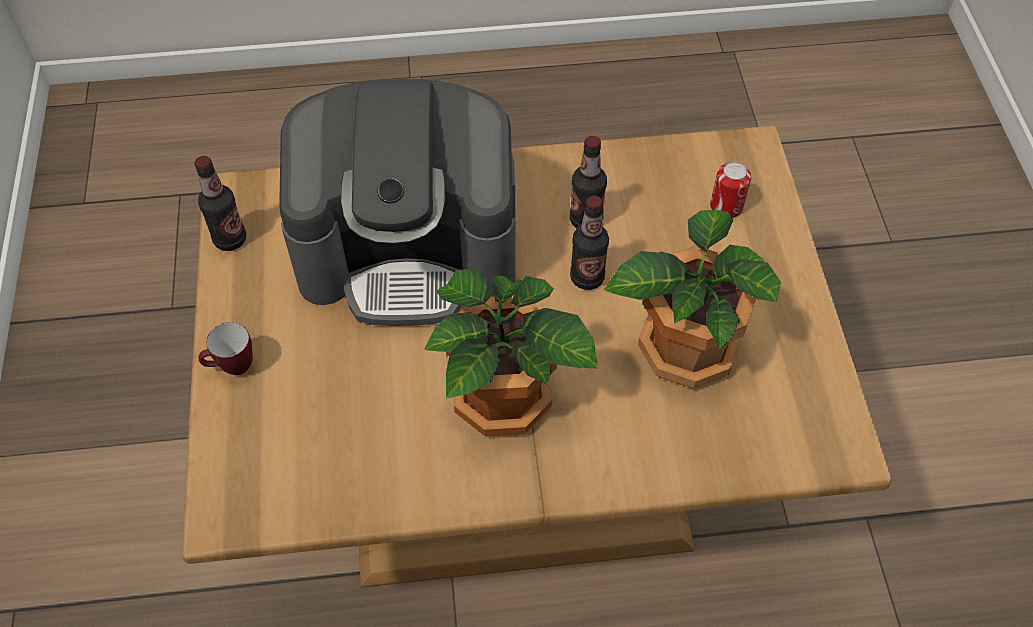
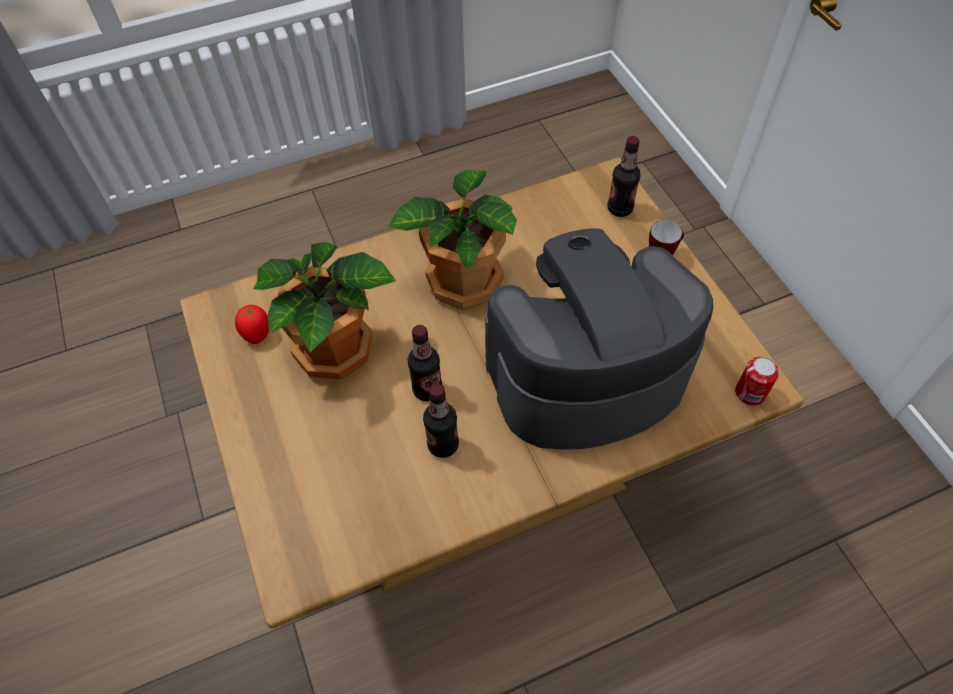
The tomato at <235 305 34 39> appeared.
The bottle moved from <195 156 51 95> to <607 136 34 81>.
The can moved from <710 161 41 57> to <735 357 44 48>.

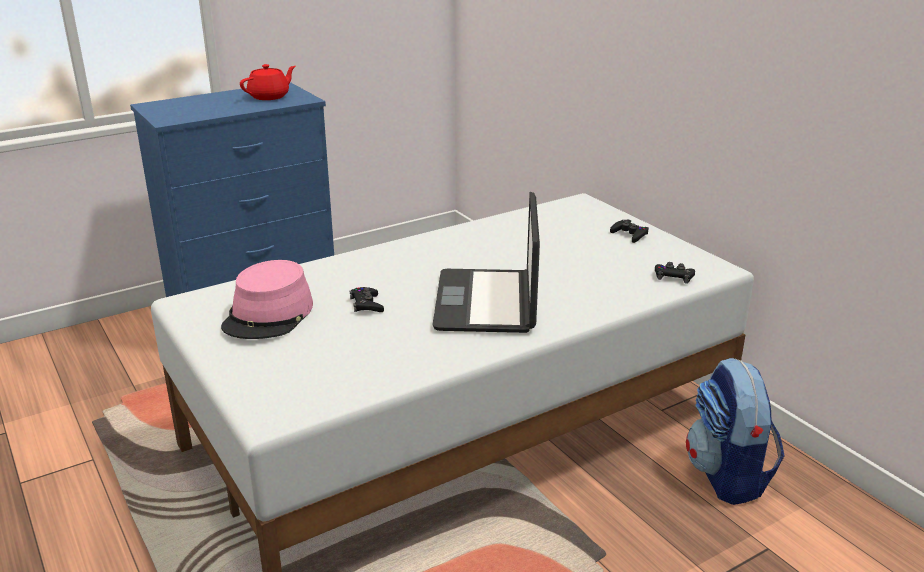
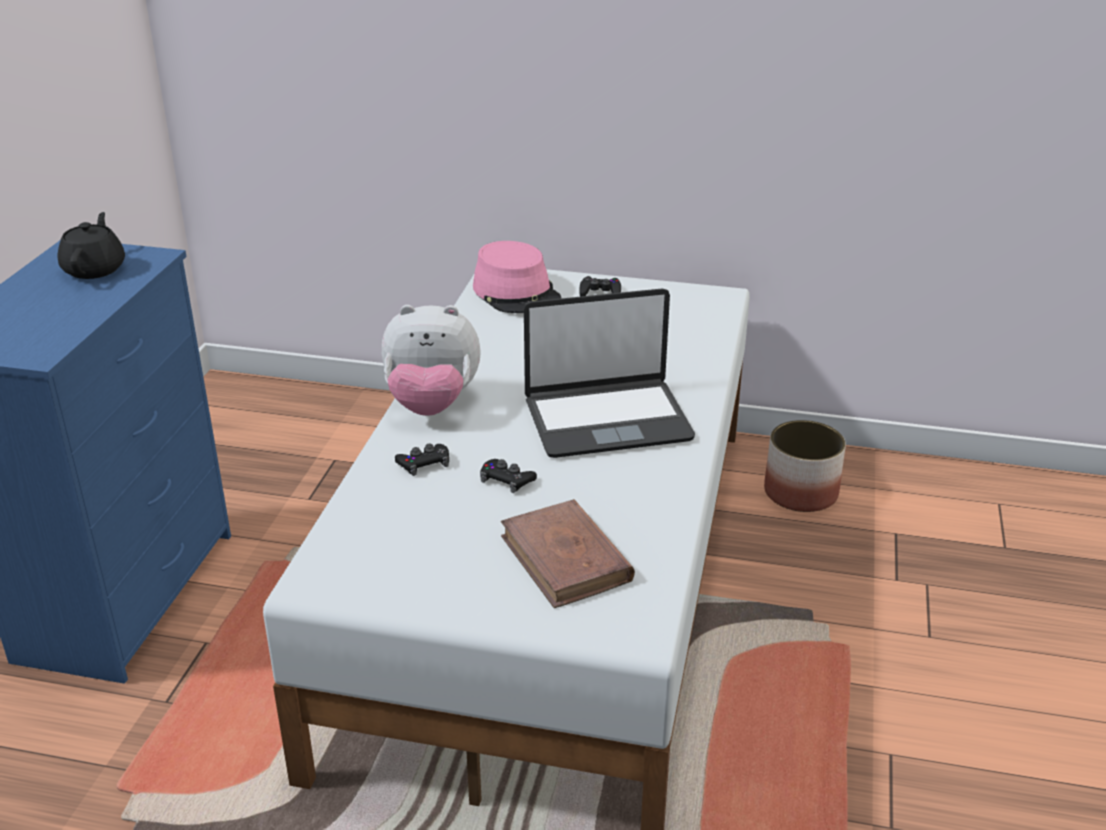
The red teapot at <240 64 56 36> became the black teapot at <58 212 67 67>.
The plush toy at <382 305 99 111> appeared.
The black game controller moved from <655 262 40 22> to <395 444 54 32>.
The pink hat moved from <221 260 92 79> to <473 241 88 72>.
The brown book at <501 499 134 109> appeared.
The laptop at <433 192 107 141> turned 60 degrees counterclockwise.
The backpack at <686 358 99 147> was replaced by the planter at <764 420 82 92>.

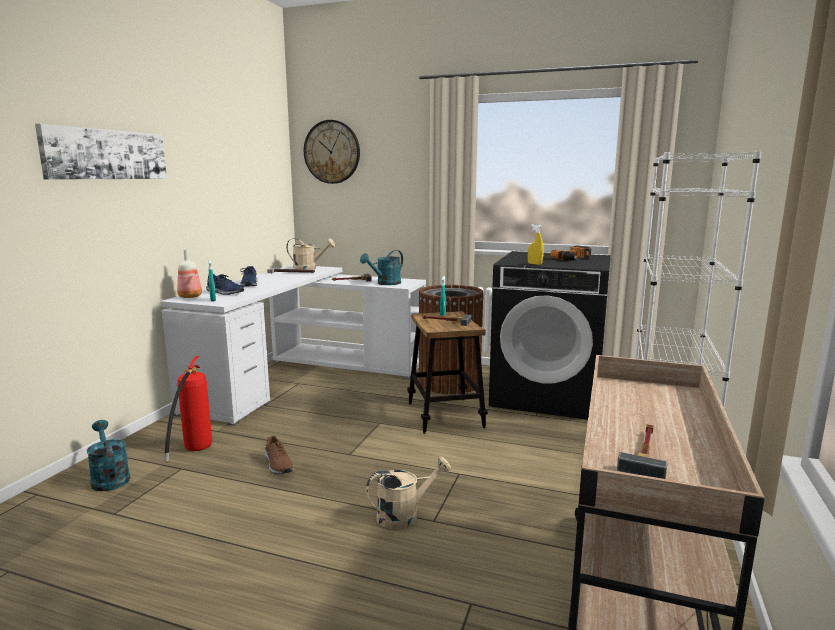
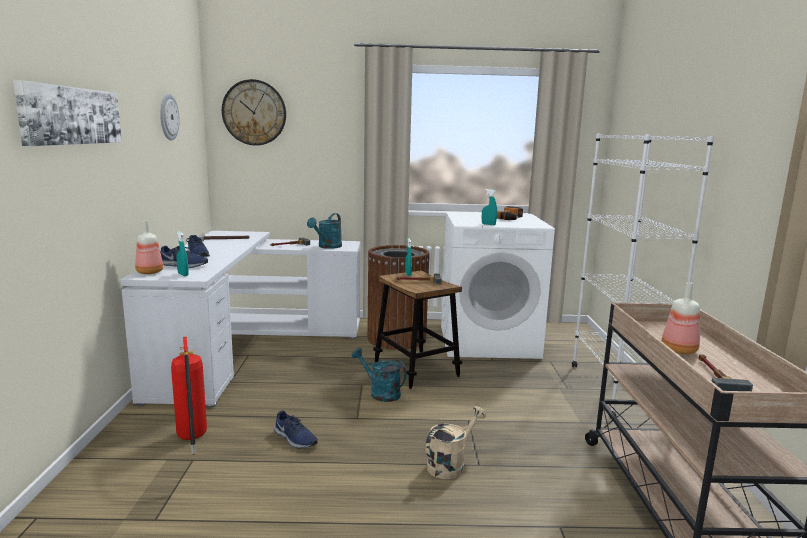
The wall clock at <160 94 20 47> appeared.
The brown shoe at <265 436 29 38> became the blue shoe at <274 411 44 37>.
The turquoise watering can moved from <87 420 43 71> to <352 348 55 54>.
The black washing machine at <489 251 122 169> became the white washing machine at <441 212 114 147>.
The yellow spray bottle at <528 224 16 41> became the turquoise spray bottle at <482 189 15 36>.
The bottle at <661 282 39 72> appeared.
The beige watering can at <286 238 49 32> disappeared.

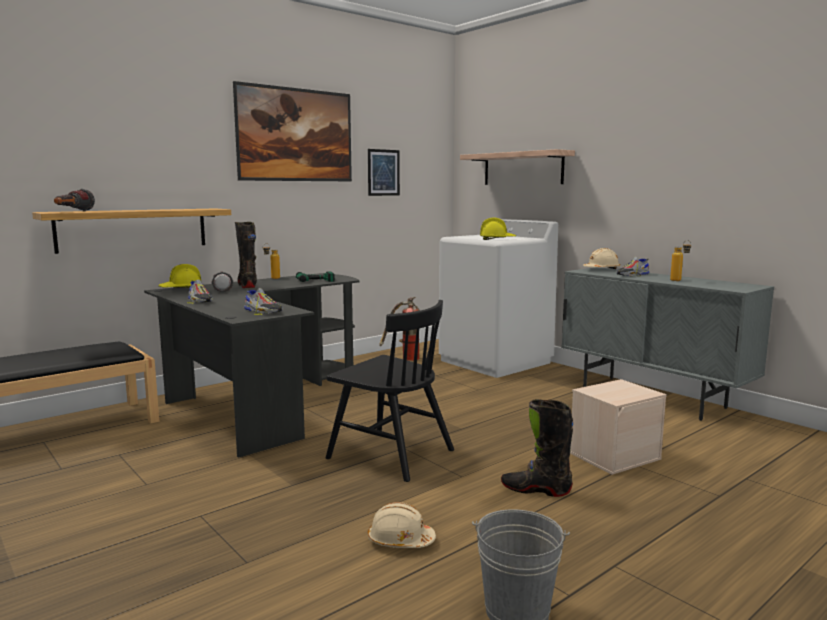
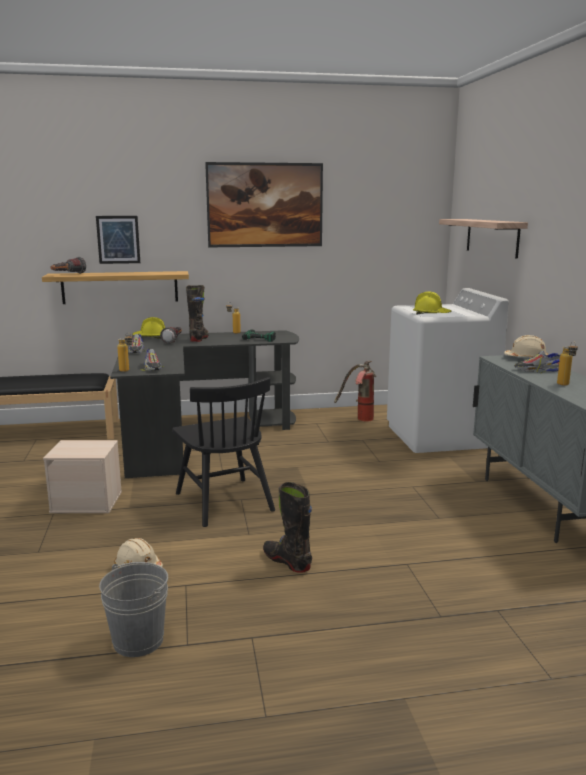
The beige storage box moved from <570 379 97 96> to <43 440 79 73>.
The picture moved from <368 149 32 47> to <96 216 44 48>.
The bottle at <117 333 16 39> appeared.

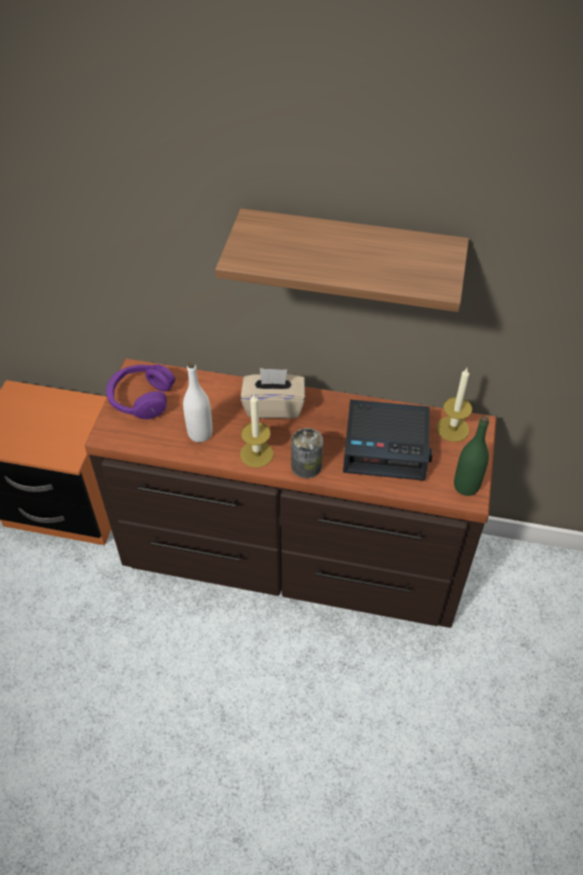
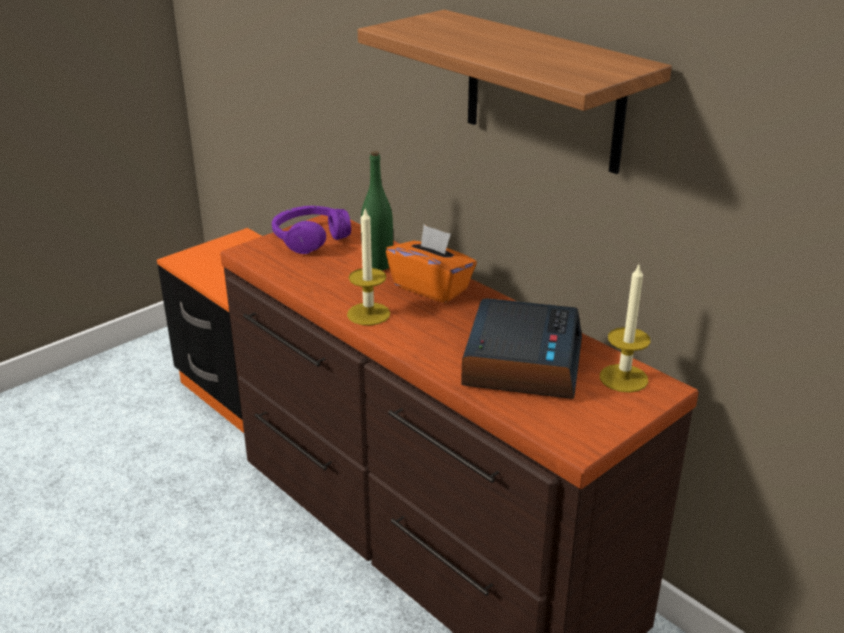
The green bottle moved from <454 416 35 80> to <361 151 32 120>.
The beige tissue box at <240 368 65 51> became the orange tissue box at <386 224 91 79>.
The alarm clock at <343 400 90 81> turned 120 degrees counterclockwise.
The white bottle at <183 362 30 80> disappeared.
The can at <291 428 32 50> disappeared.

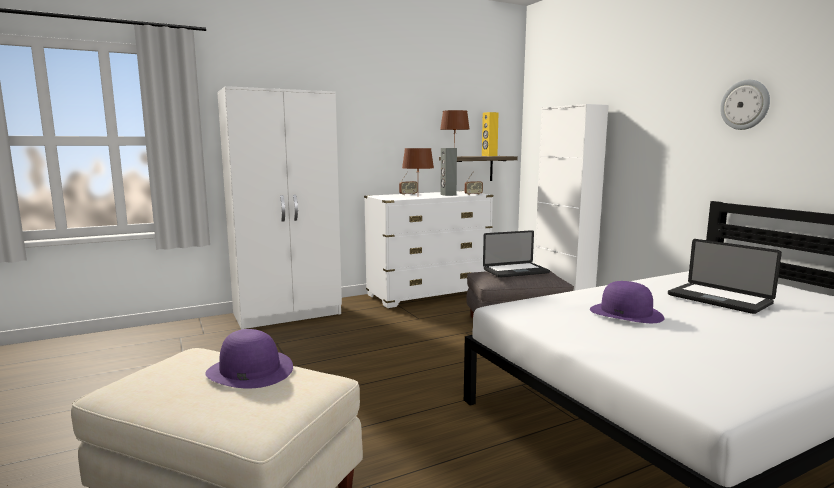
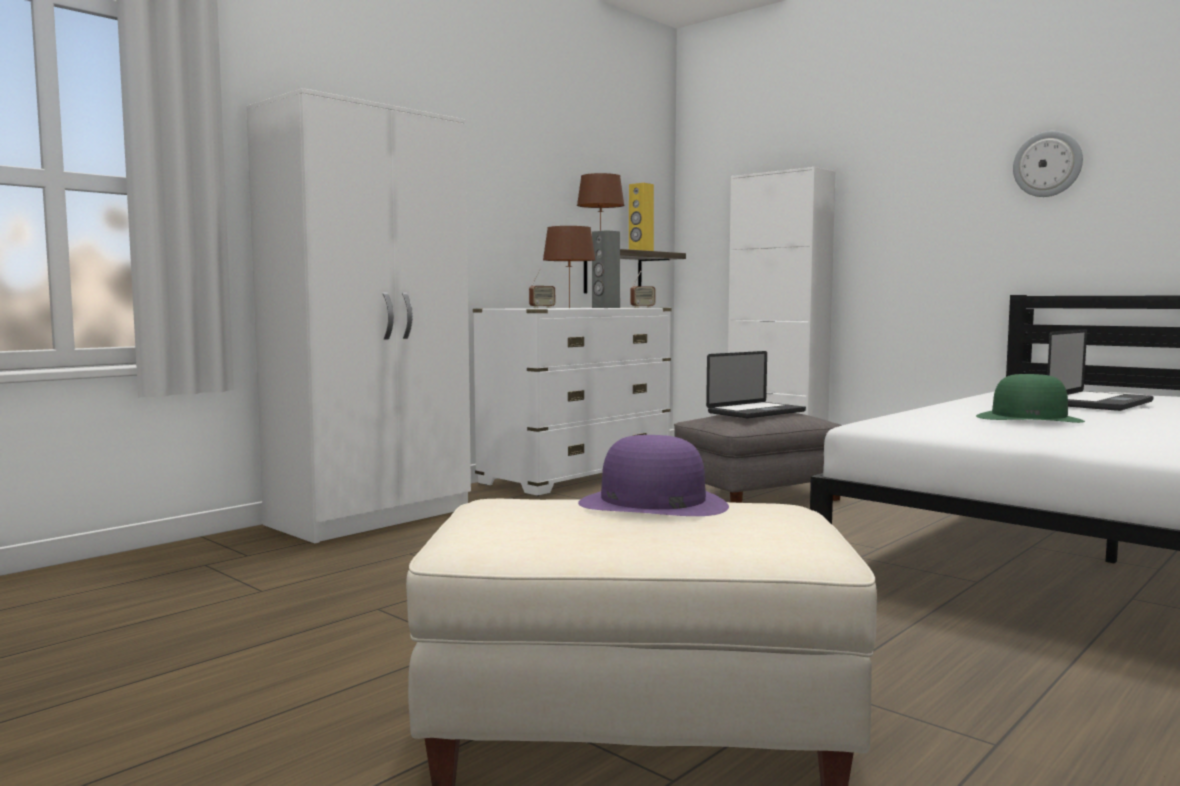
The purple hat at <590 281 74 42> became the green hat at <976 374 109 49>.
The laptop at <668 239 114 75> turned 75 degrees counterclockwise.

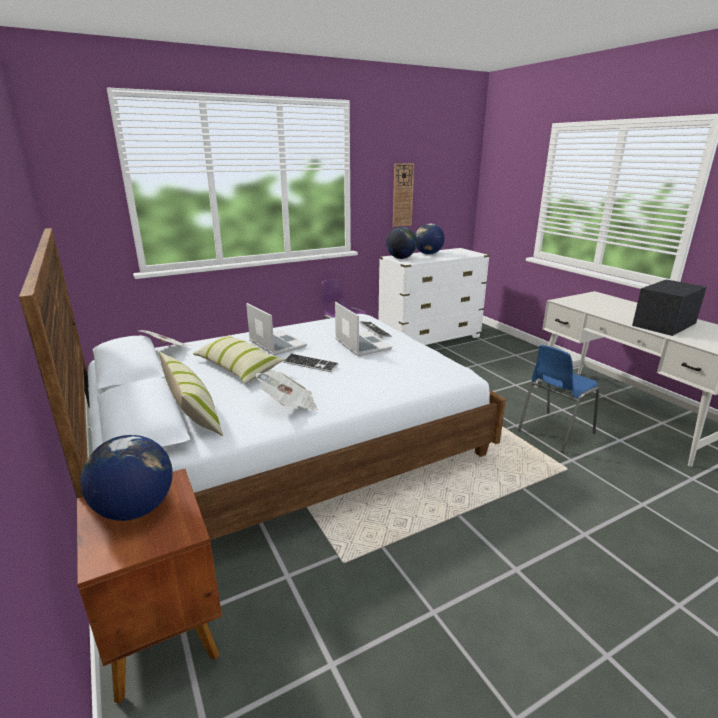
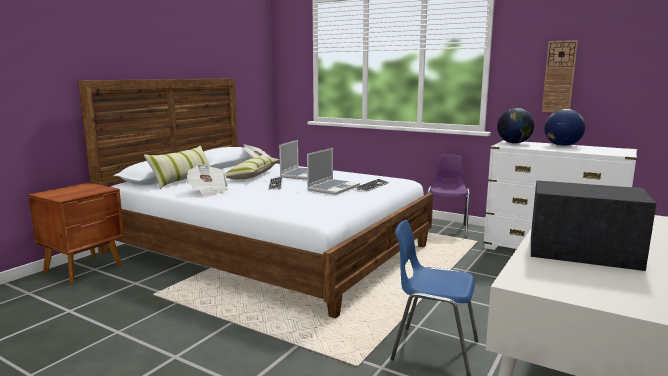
The globe at <80 435 92 86> disappeared.

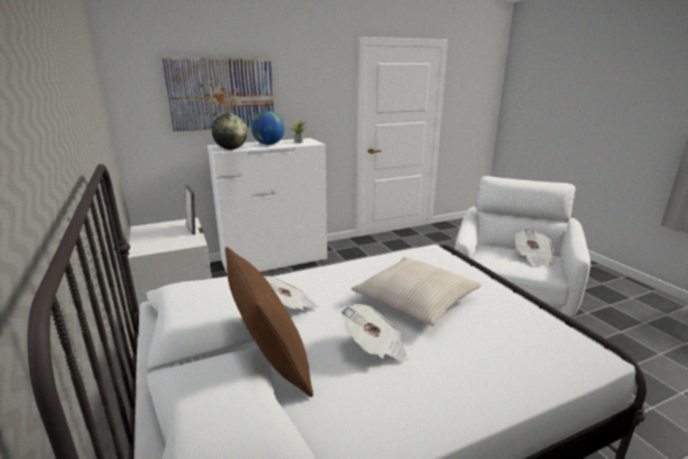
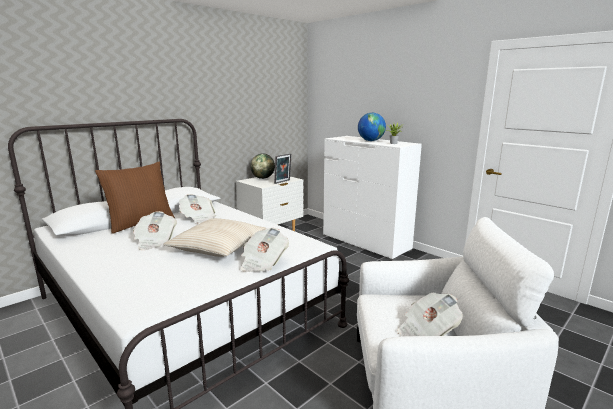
The newspaper at <241 228 48 44> appeared.
The globe moved from <212 113 35 37> to <250 154 25 25>.
The picture at <161 57 113 75> disappeared.

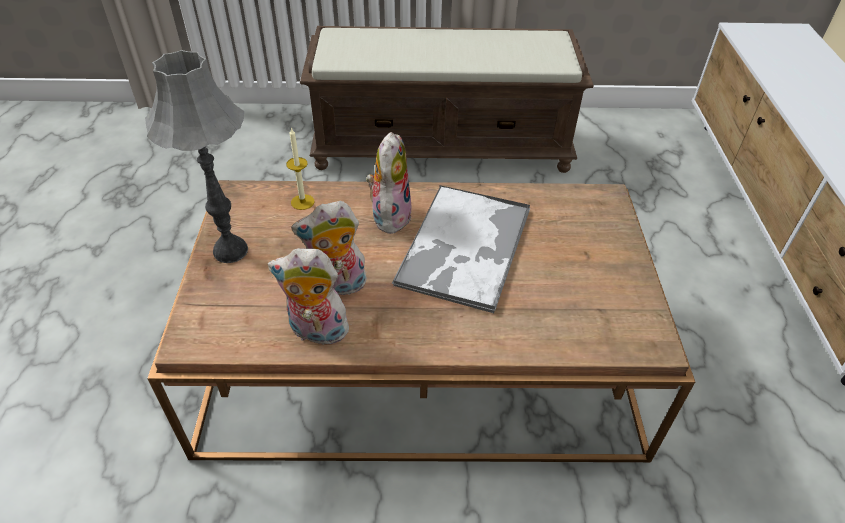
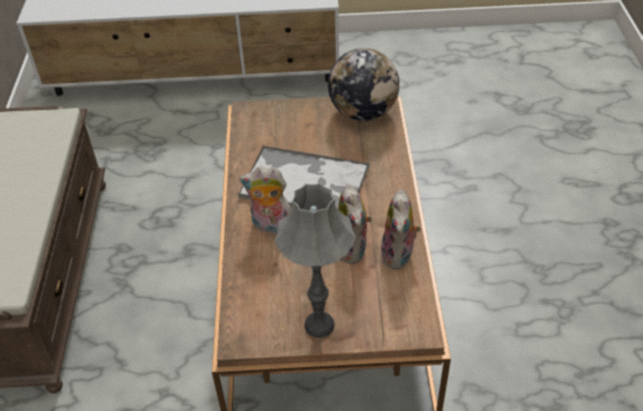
The globe at <328 48 71 73> appeared.
The candle at <286 127 29 83> disappeared.

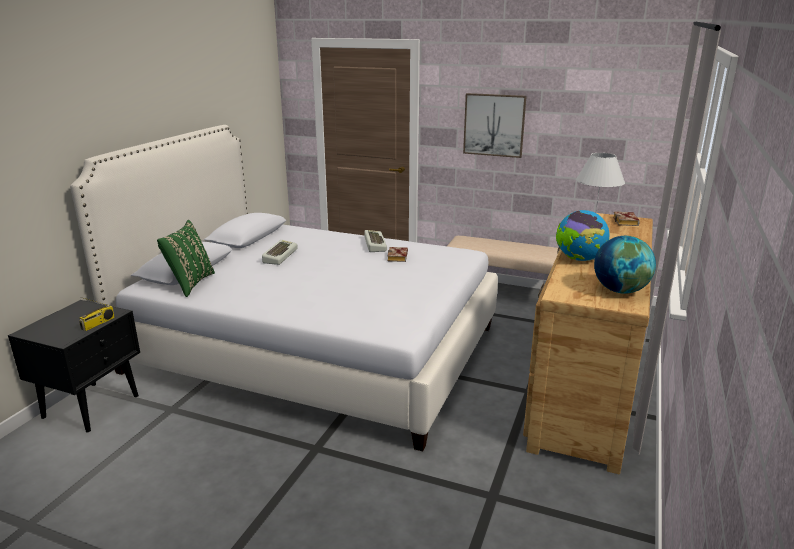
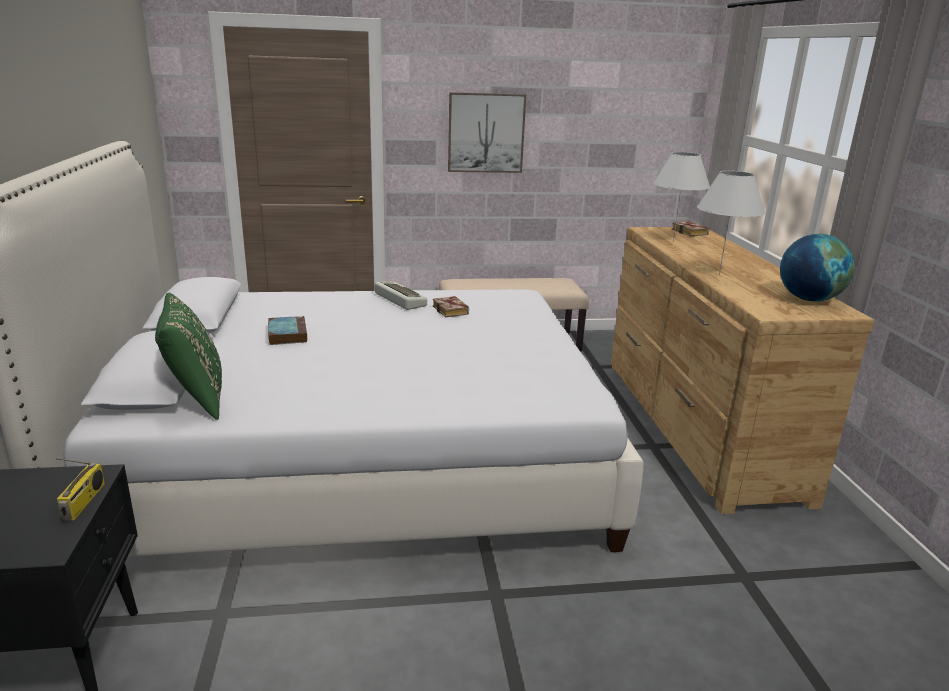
The keyboard at <262 240 36 25> was replaced by the book at <268 316 39 29>.
The globe at <556 210 54 51> was replaced by the white table lamp at <697 171 68 104>.

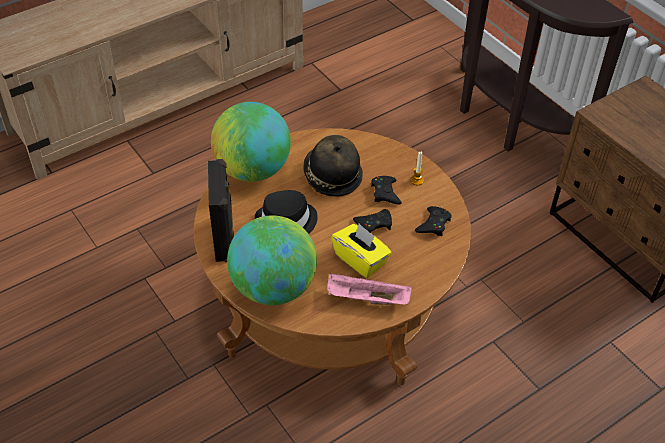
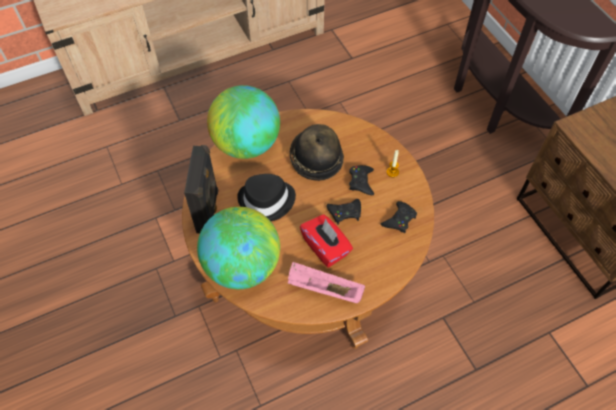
The yellow tissue box at <331 224 61 54> became the red tissue box at <300 214 53 54>.

